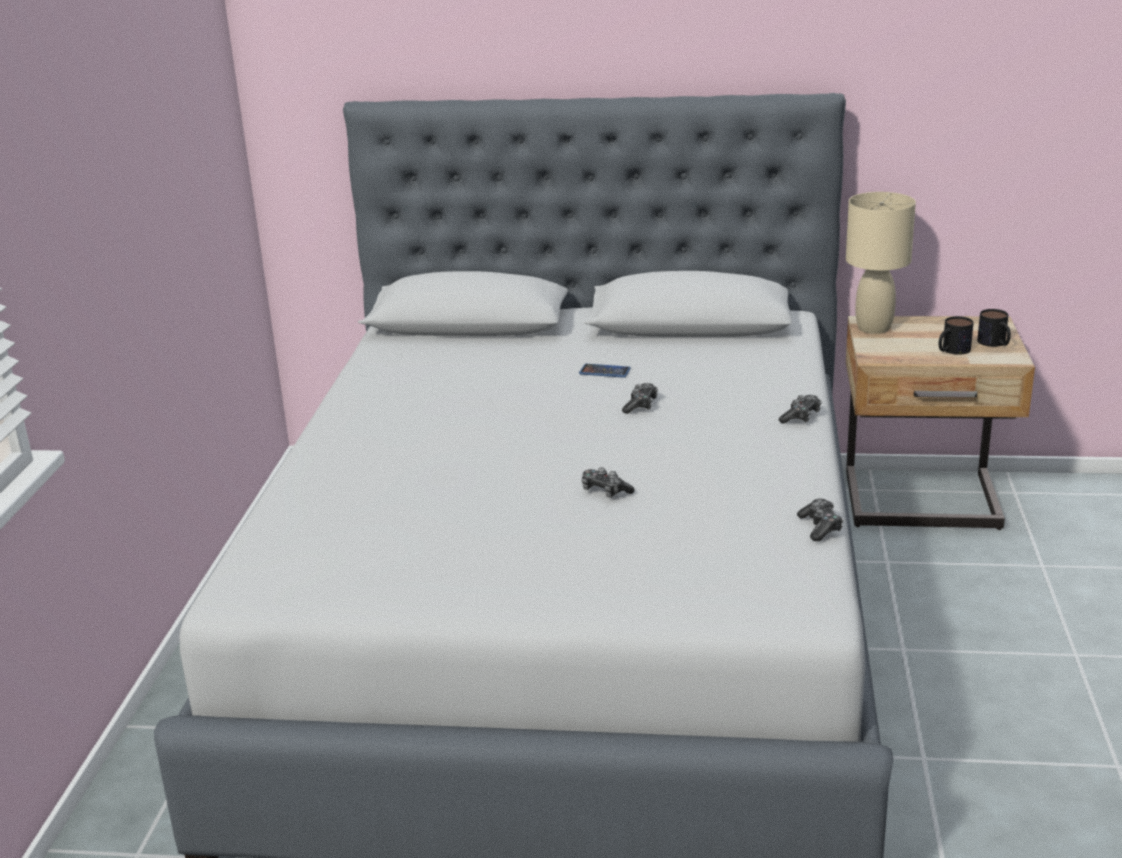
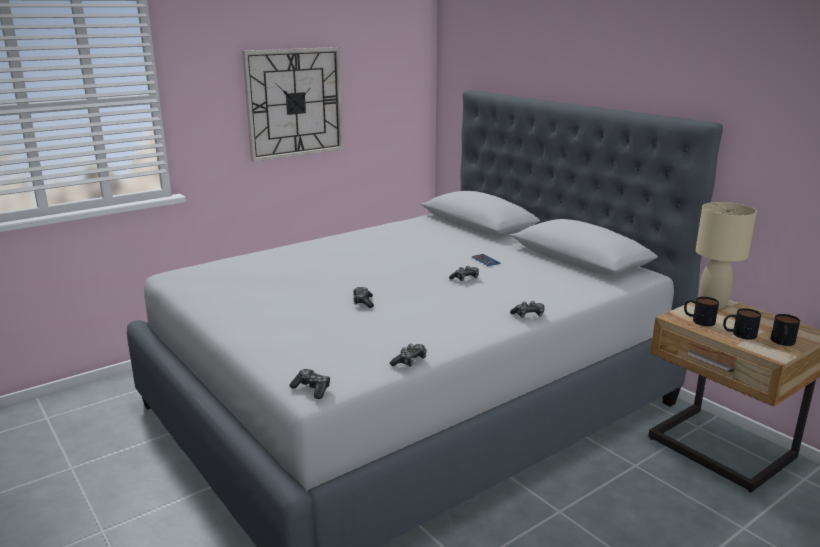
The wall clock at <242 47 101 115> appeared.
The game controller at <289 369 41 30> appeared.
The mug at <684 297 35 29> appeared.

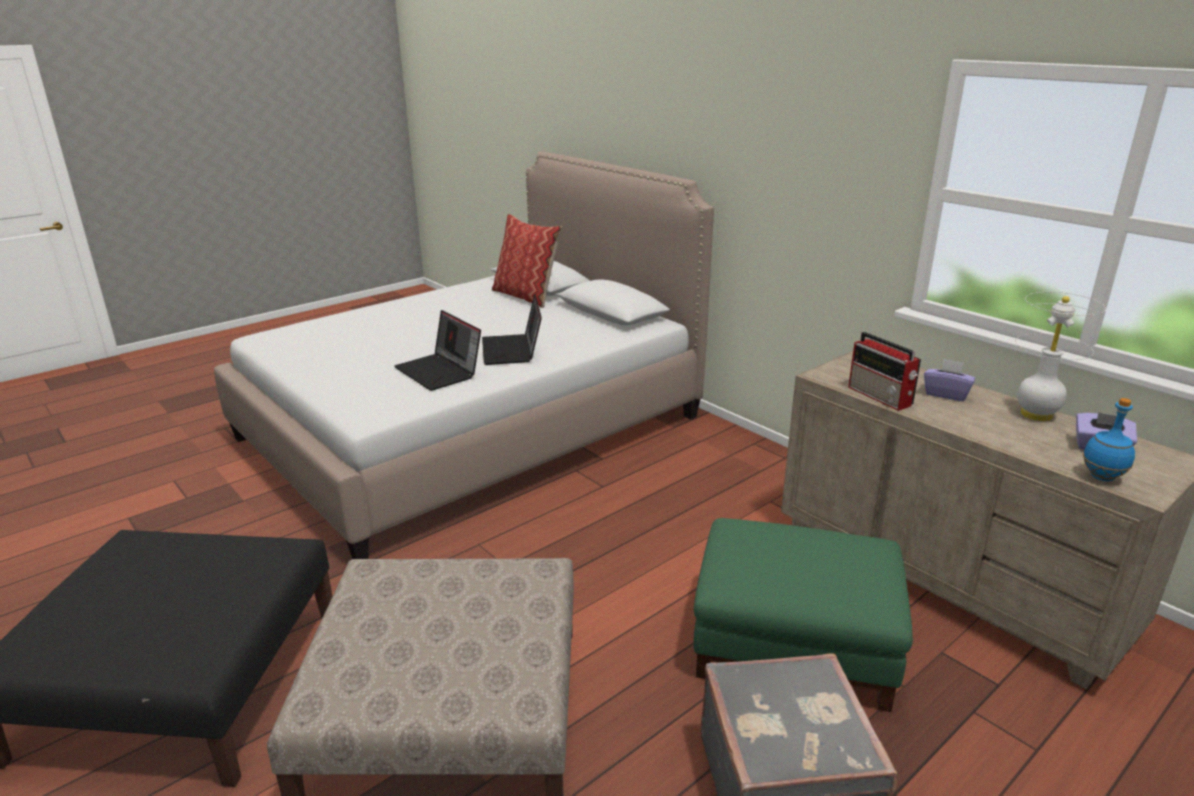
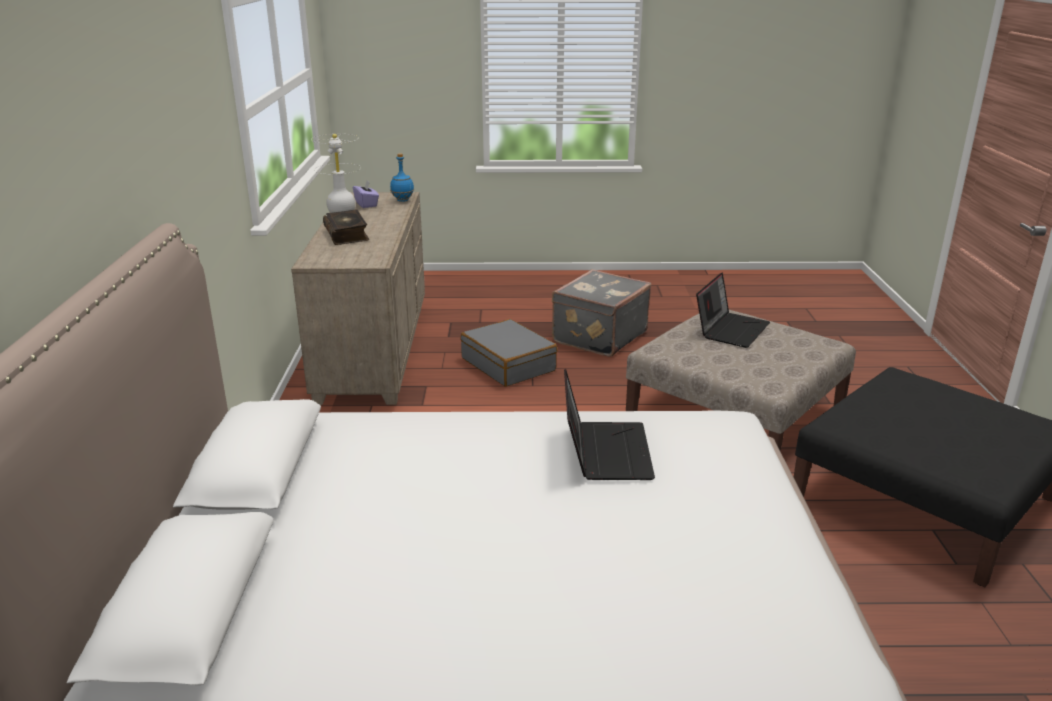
The purple tissue box at <924 358 51 44> was replaced by the book at <323 209 47 36>.
The green ottoman at <693 518 220 194> was replaced by the grey suitcase at <460 319 98 67>.
The laptop moved from <482 294 60 71> to <696 272 74 76>.
The pillow at <492 214 71 94> disappeared.
The radio at <848 332 73 79> disappeared.

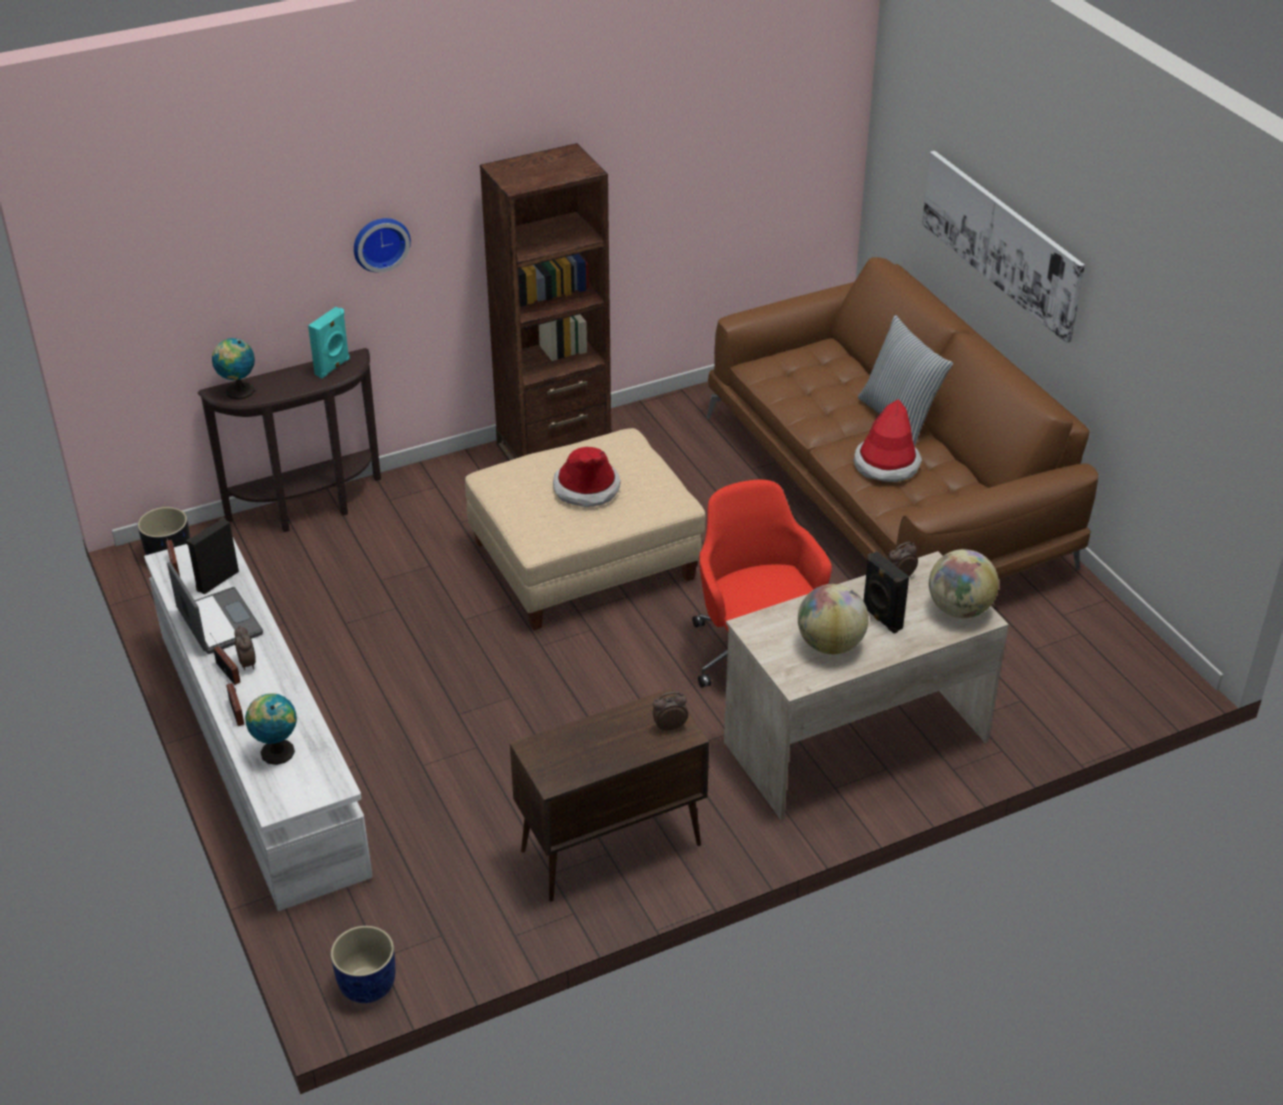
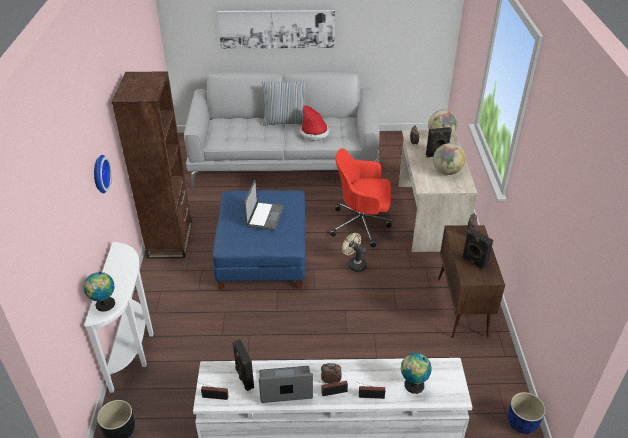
The brown console table at <197 348 184 184> became the white console table at <85 242 69 151>.
The brown sofa at <706 257 392 322> became the grey sofa at <184 71 196 116>.
The beige ottoman at <465 428 241 202> became the blue ottoman at <213 190 92 99>.
The hat at <553 447 67 60> was replaced by the laptop at <244 180 40 51>.
The beige fan at <342 233 25 39> appeared.
The black speaker at <462 228 31 42> appeared.
The turquoise speaker at <308 307 42 71> disappeared.

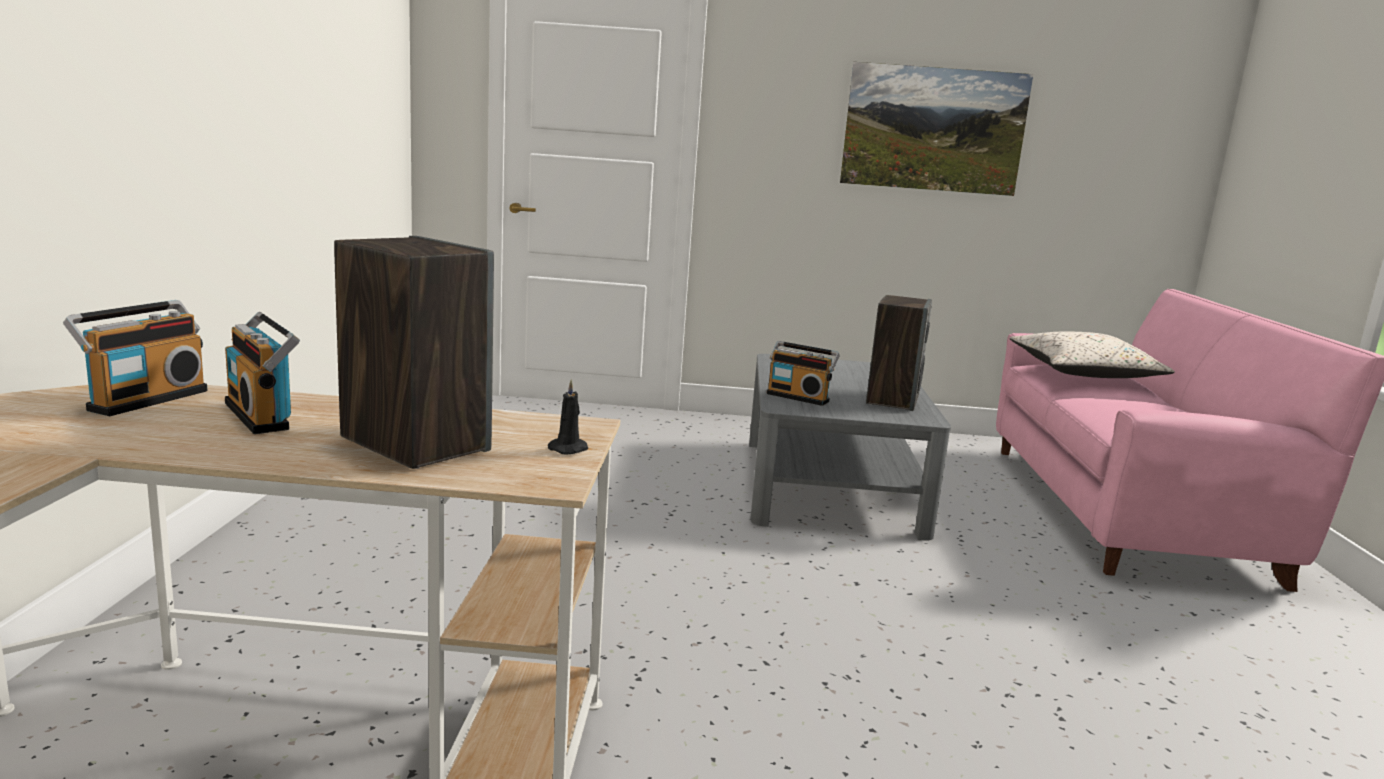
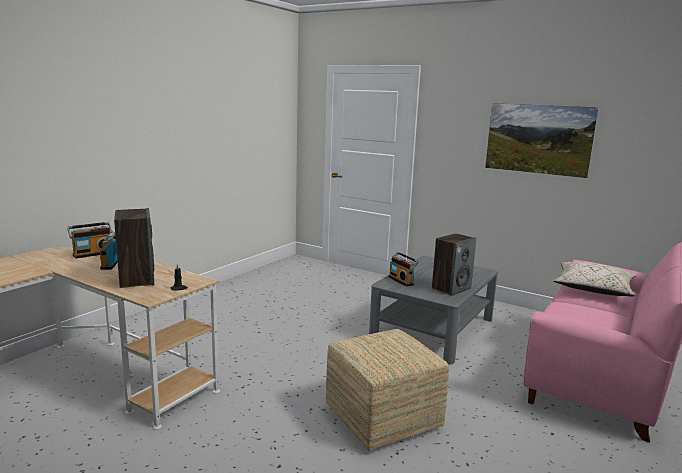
The ottoman at <326 329 123 122> appeared.

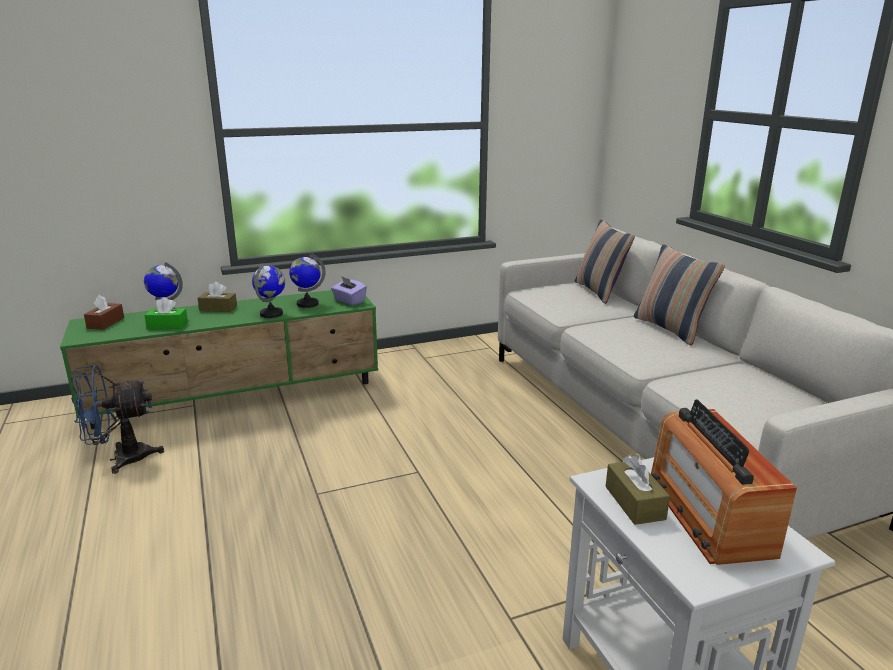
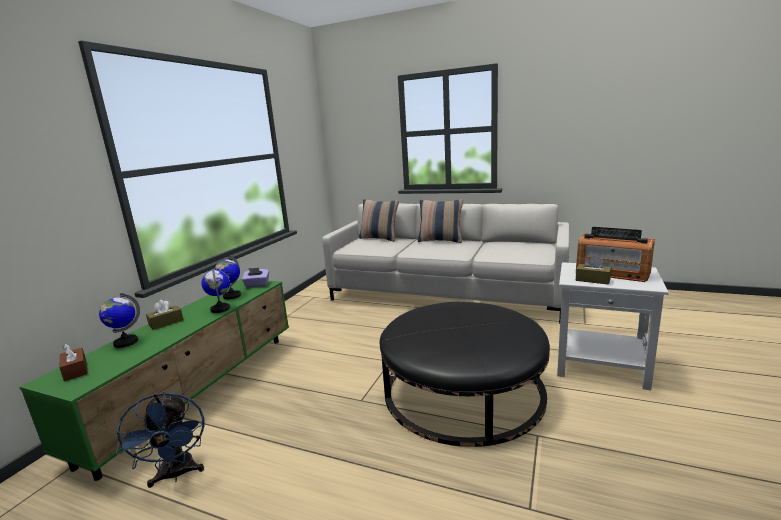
The blue fan at <71 365 93 109> turned 45 degrees counterclockwise.
The black ottoman at <380 302 170 145> appeared.
The green tissue box at <144 297 44 32> disappeared.

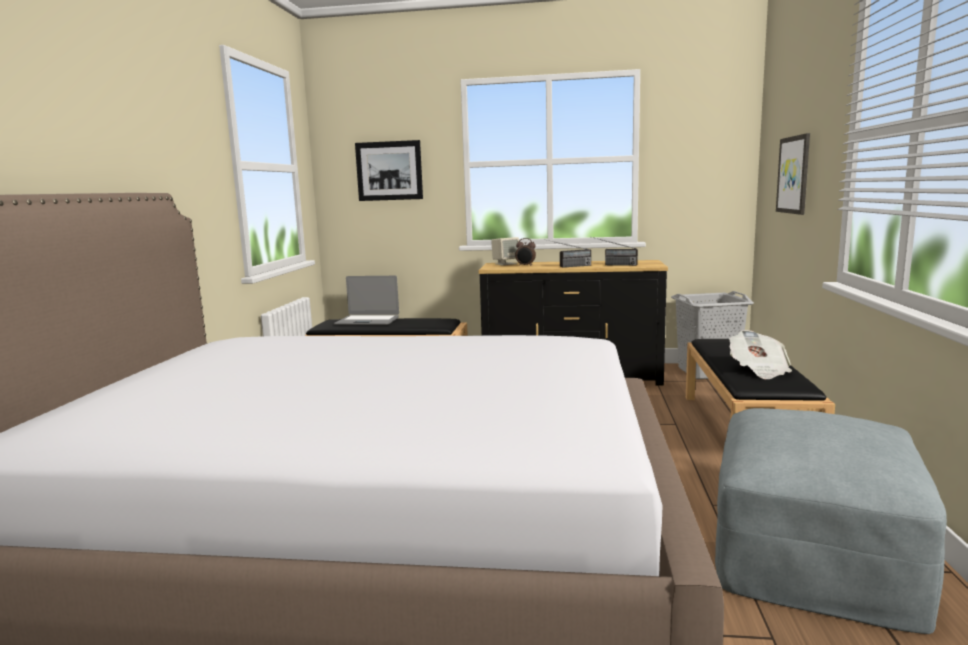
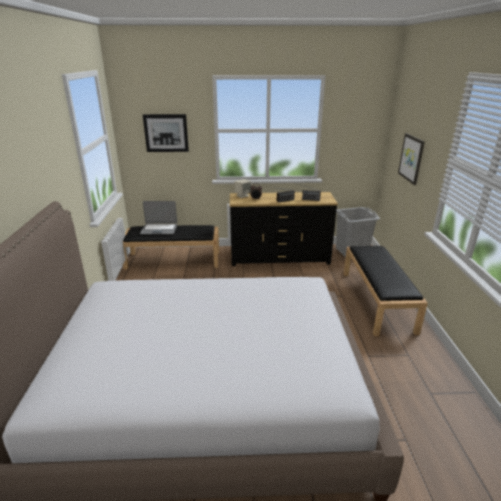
The grey ottoman at <715 408 232 226> disappeared.
The newspaper at <729 330 63 49> disappeared.

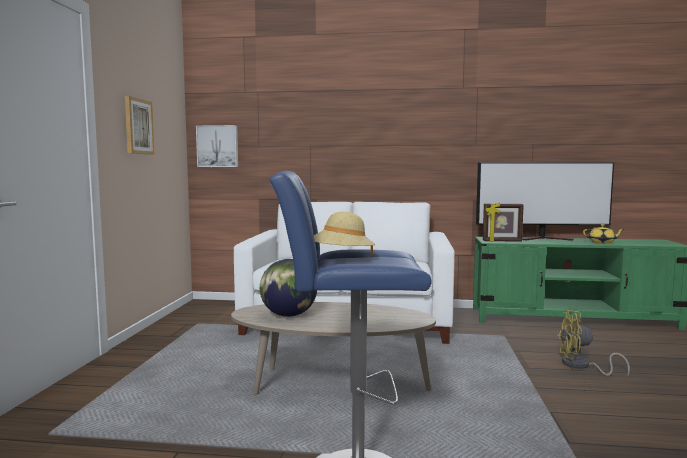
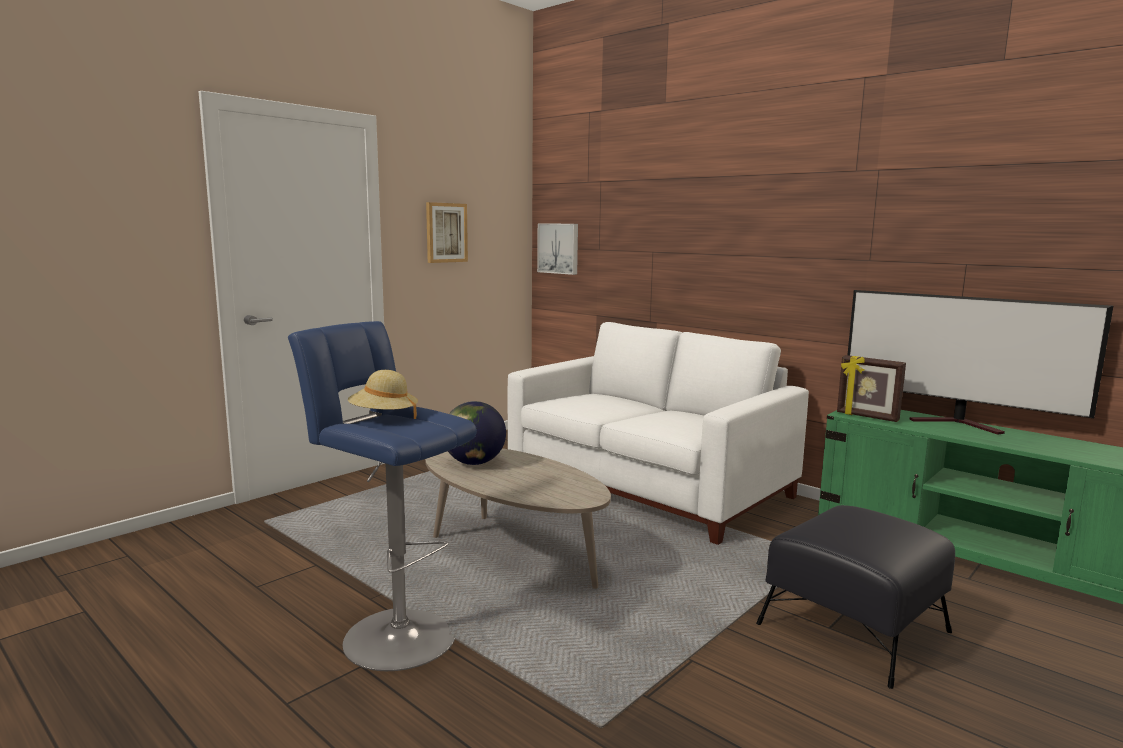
The yellow fan at <557 310 73 66> was replaced by the black ottoman at <756 505 199 184>.
The yellow teapot at <583 224 41 19> disappeared.

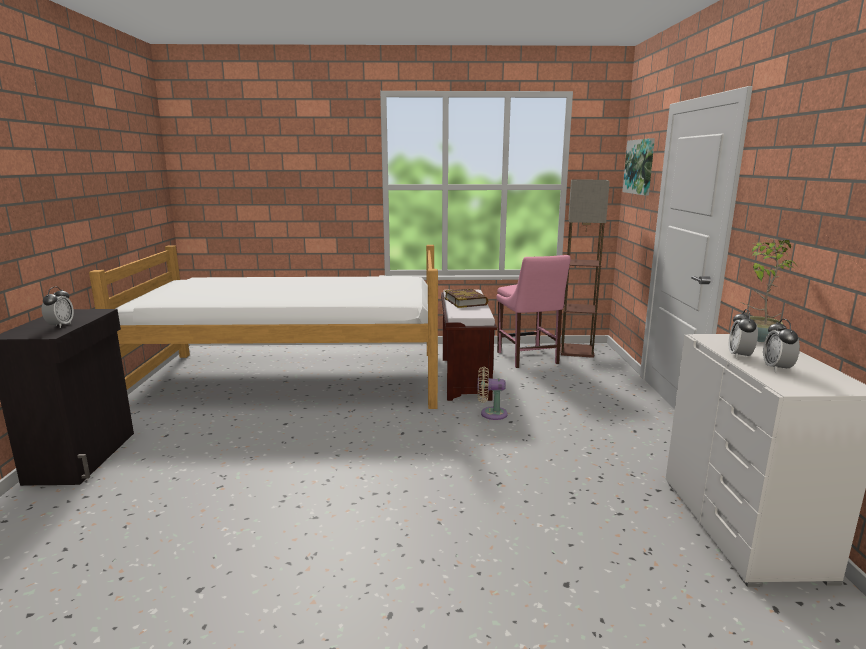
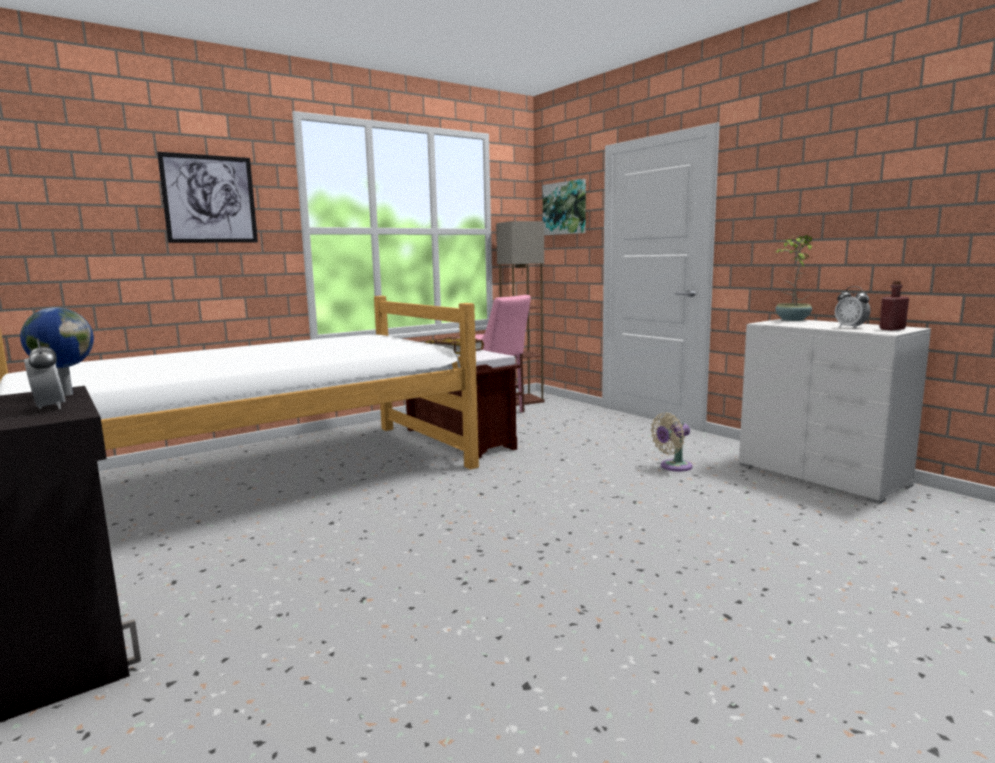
The globe at <20 307 74 89> appeared.
The picture at <157 152 101 91> appeared.
The beige fan moved from <477 367 31 53> to <651 413 41 58>.
The red bottle at <879 281 30 49> appeared.
The alarm clock at <729 309 29 50> disappeared.

